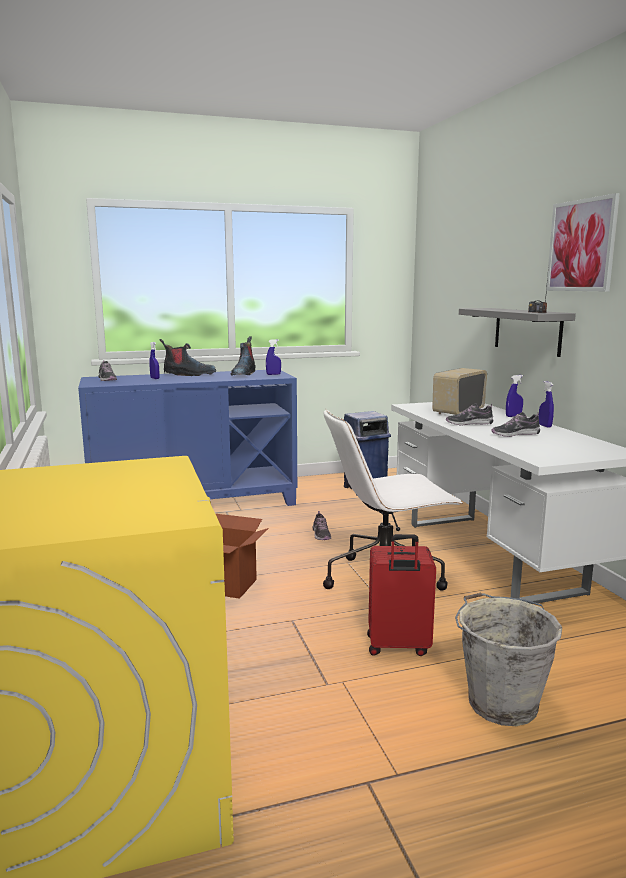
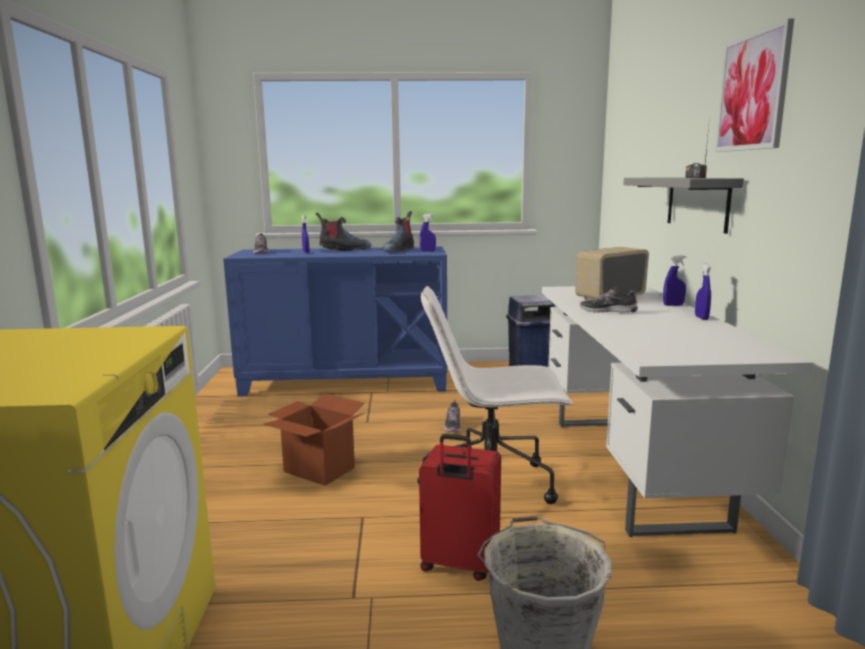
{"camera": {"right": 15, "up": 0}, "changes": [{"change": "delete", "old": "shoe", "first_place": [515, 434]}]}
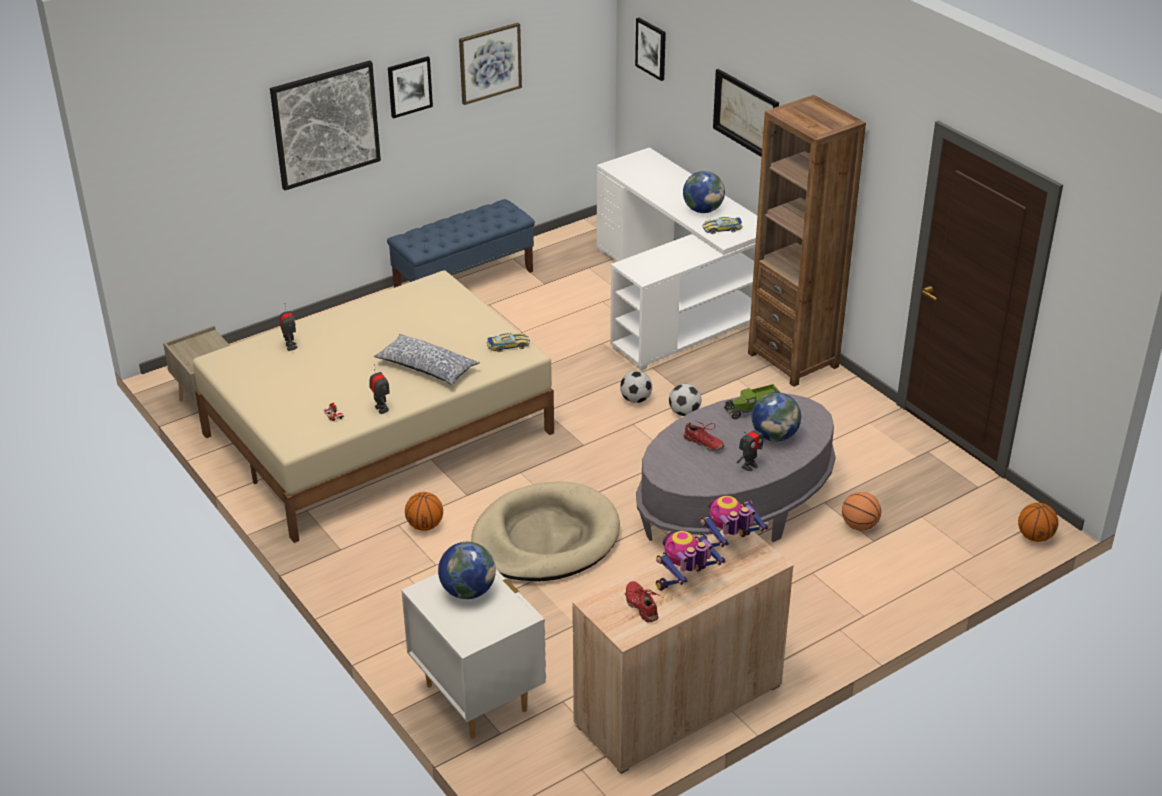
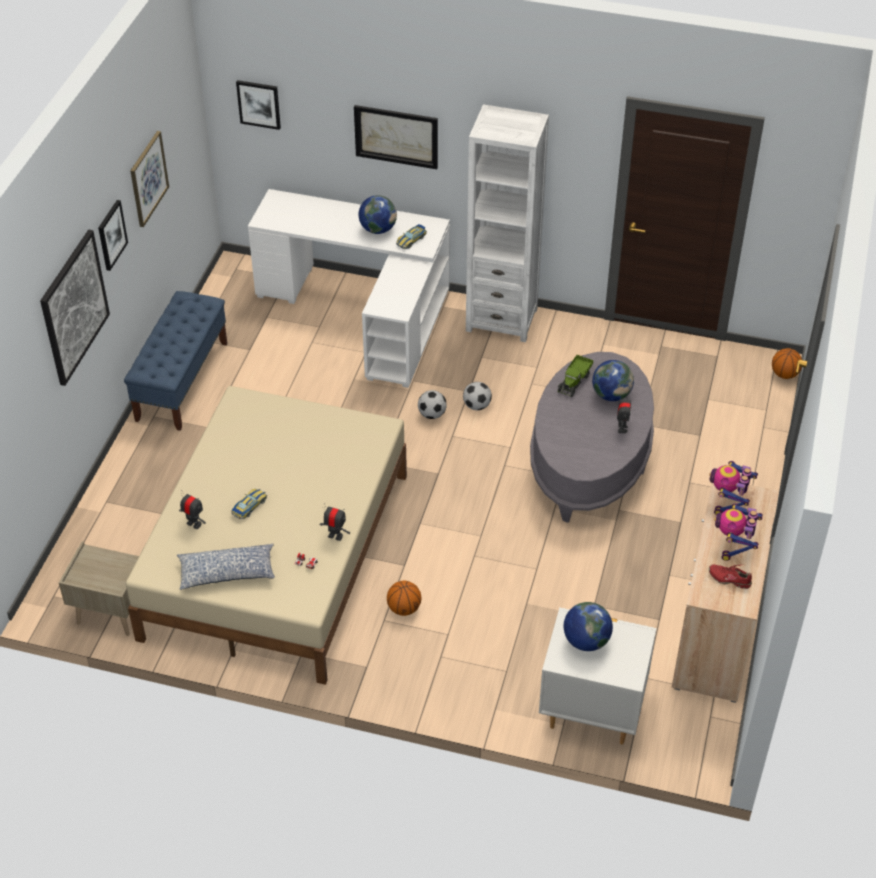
{"camera": {"right": -40, "up": 10}, "changes": [{"change": "recolor", "old": "bookcase (brown)", "new": "bookcase (white)", "first_place": [793, 360], "second_place": [501, 319]}, {"change": "move", "old": "toy car", "first_place": [508, 345], "second_place": [249, 506]}, {"change": "move", "old": "pillow", "first_place": [426, 368], "second_place": [227, 573]}, {"change": "delete", "old": "shoe (red)", "first_place": [703, 443]}, {"change": "delete", "old": "dog bed (beige)", "first_place": [545, 538]}, {"change": "delete", "old": "basketball", "first_place": [859, 526]}]}
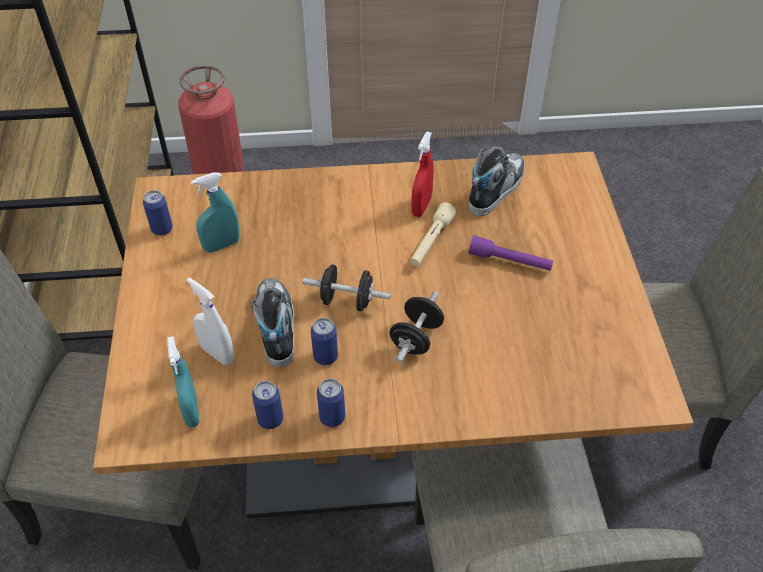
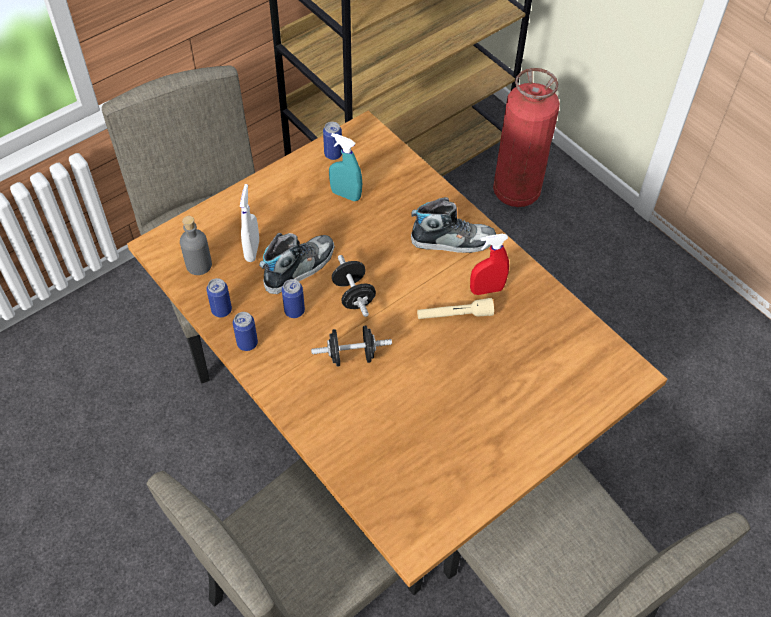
{"camera": {"right": 55, "up": 5}, "changes": [{"change": "move", "old": "shoe", "first_place": [495, 188], "second_place": [452, 240]}, {"change": "delete", "old": "flashlight (purple)", "first_place": [510, 261]}, {"change": "replace", "old": "spray bottle (turquoise)", "new": "bottle (grey)", "first_place": [191, 411], "second_place": [199, 265]}]}
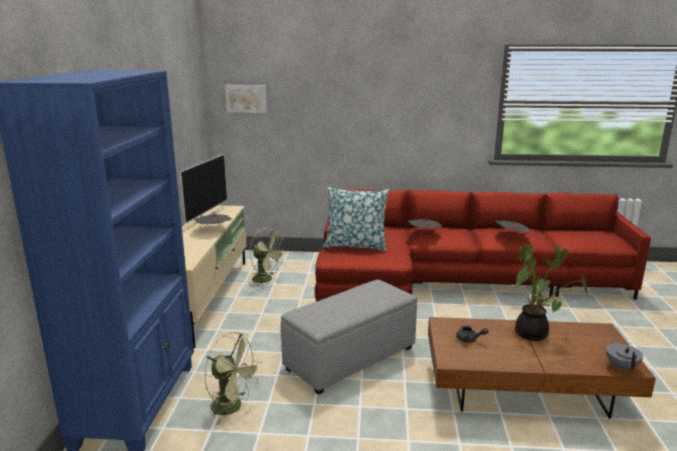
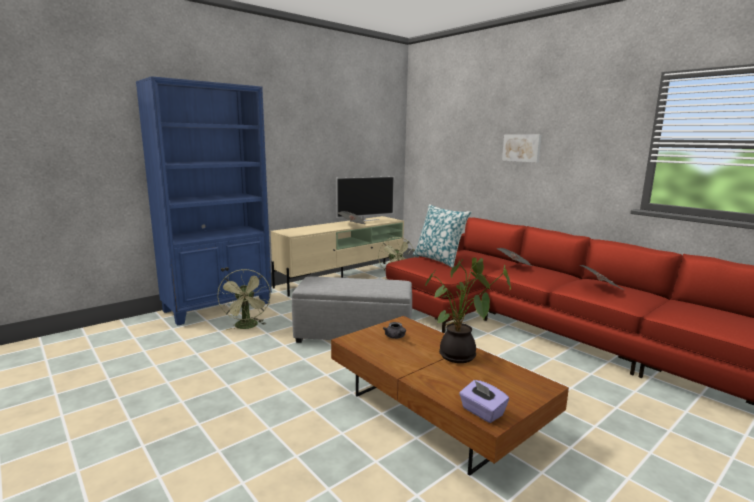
{"camera": {"right": 45, "up": -5}, "changes": [{"change": "move", "old": "picture", "first_place": [246, 98], "second_place": [522, 148]}, {"change": "replace", "old": "teapot (grey)", "new": "tissue box (purple)", "first_place": [621, 366], "second_place": [482, 412]}]}
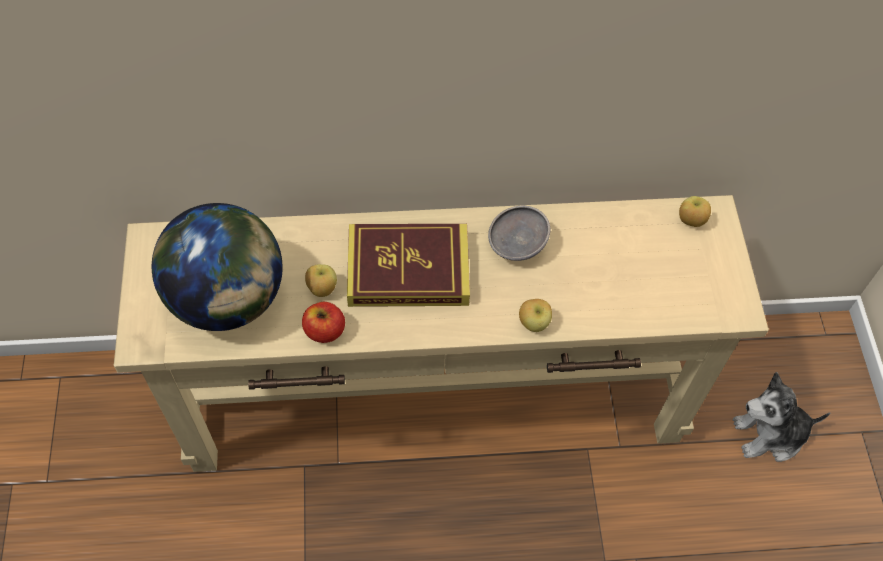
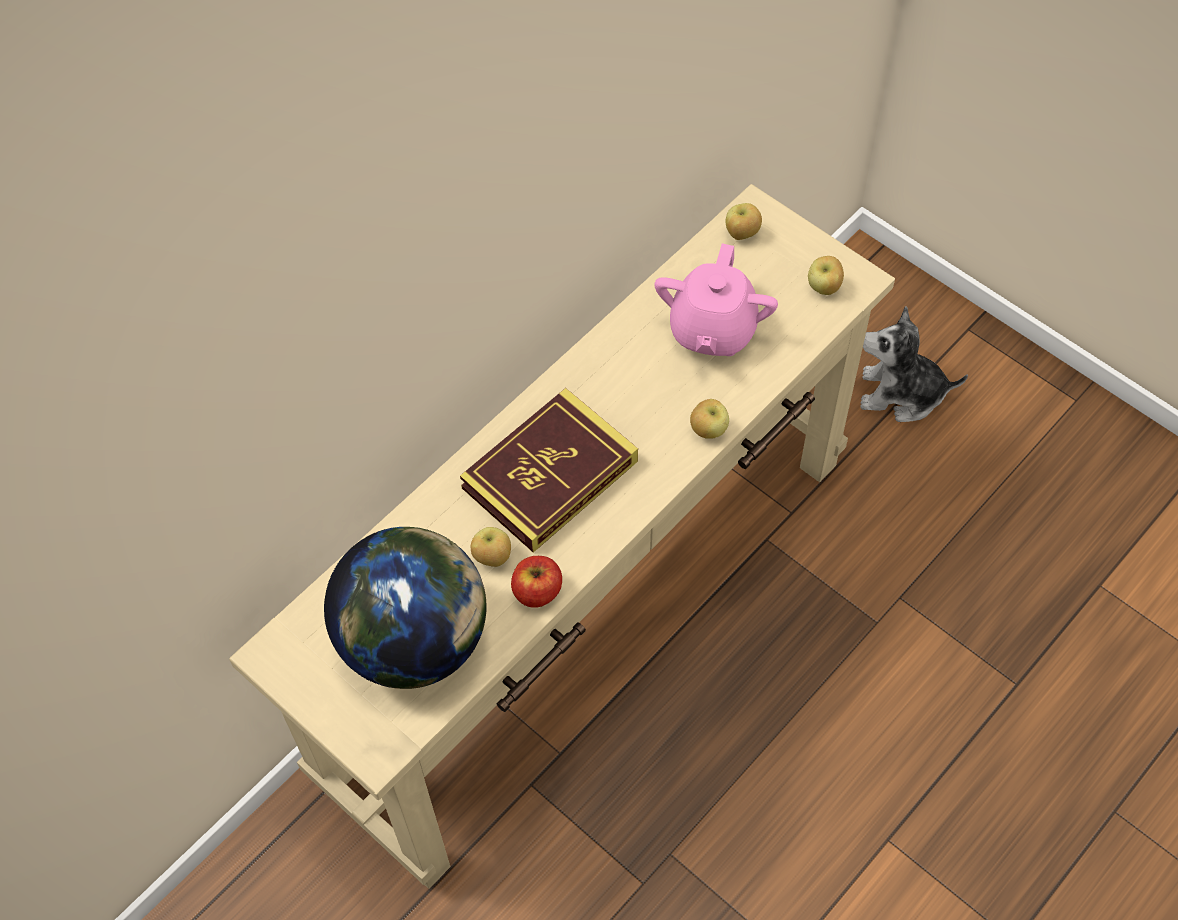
{"camera": {"right": -40, "up": 0}, "changes": [{"change": "delete", "old": "bowl (grey)", "first_place": [516, 244]}, {"change": "rotate", "old": "plush toy", "first_place": [770, 434], "second_place": [901, 394], "degrees": 60}, {"change": "insert", "new": "teapot (pink)", "second_place": [712, 330]}, {"change": "insert", "new": "apple", "second_place": [824, 288]}]}
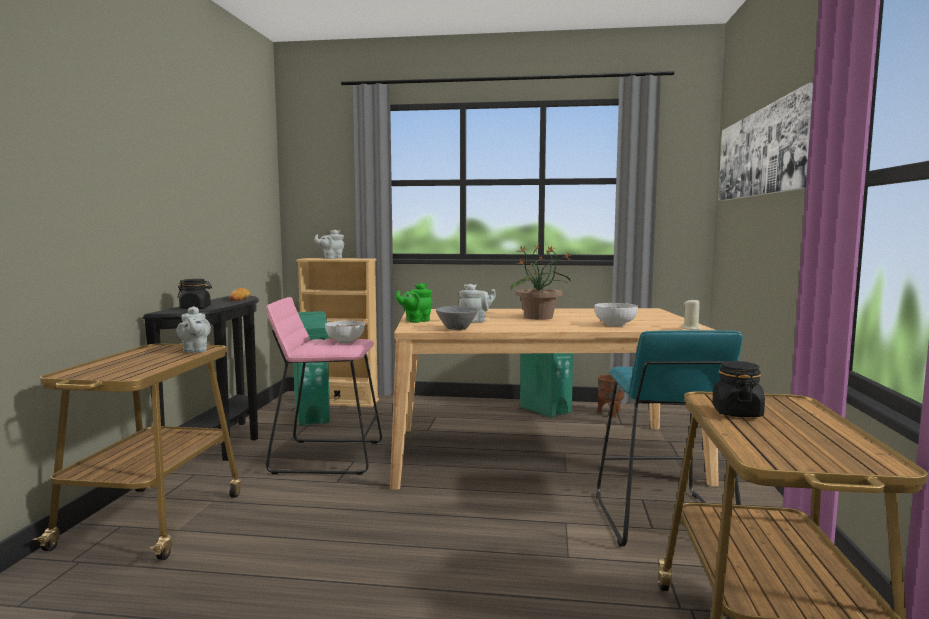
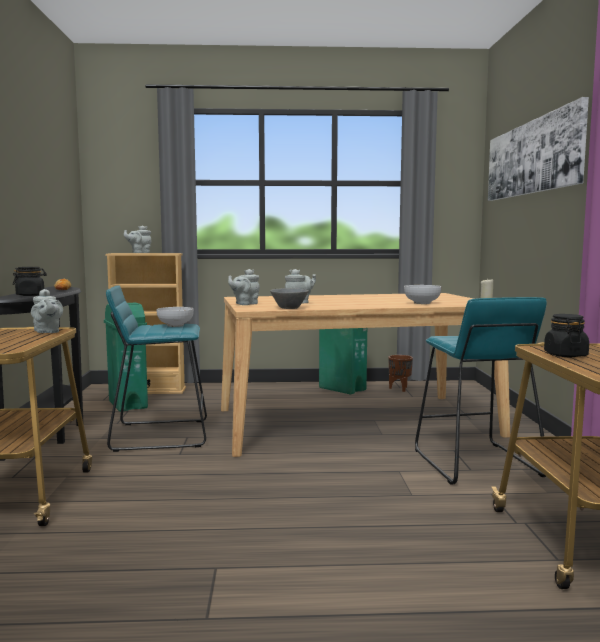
{"camera": {"right": -10, "up": 0}, "changes": [{"change": "delete", "old": "potted plant", "first_place": [539, 317]}, {"change": "recolor", "old": "teapot (green)", "new": "teapot (grey)", "first_place": [416, 321], "second_place": [245, 304]}, {"change": "recolor", "old": "stool (pink)", "new": "stool (turquoise)", "first_place": [328, 456], "second_place": [160, 435]}]}
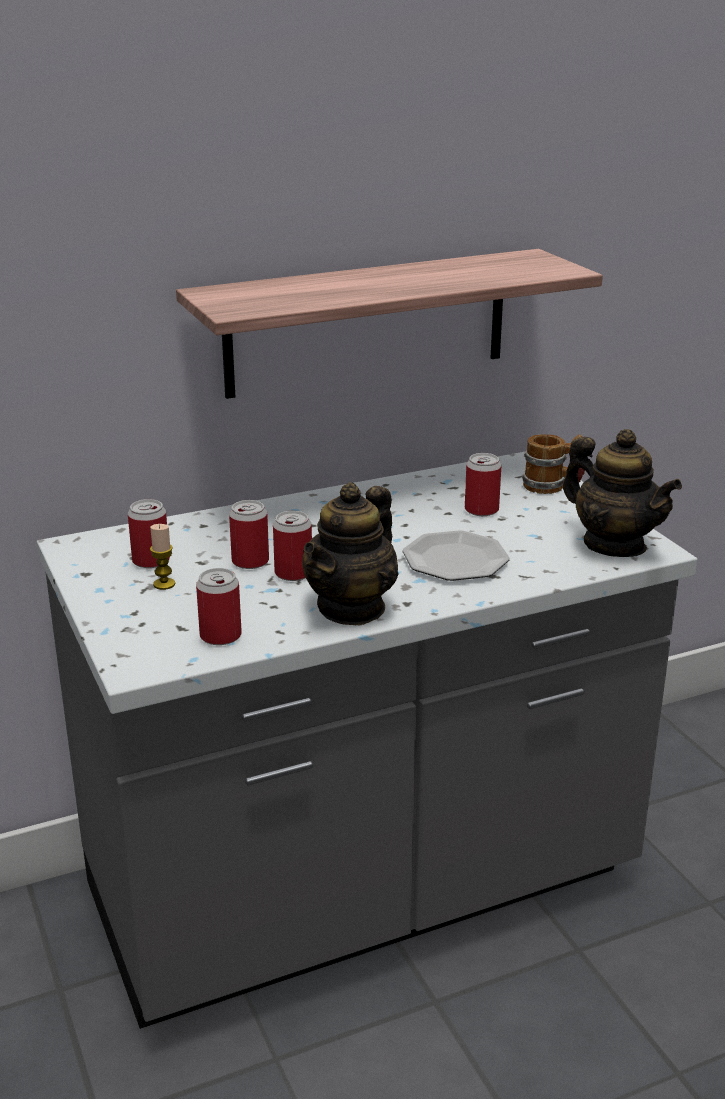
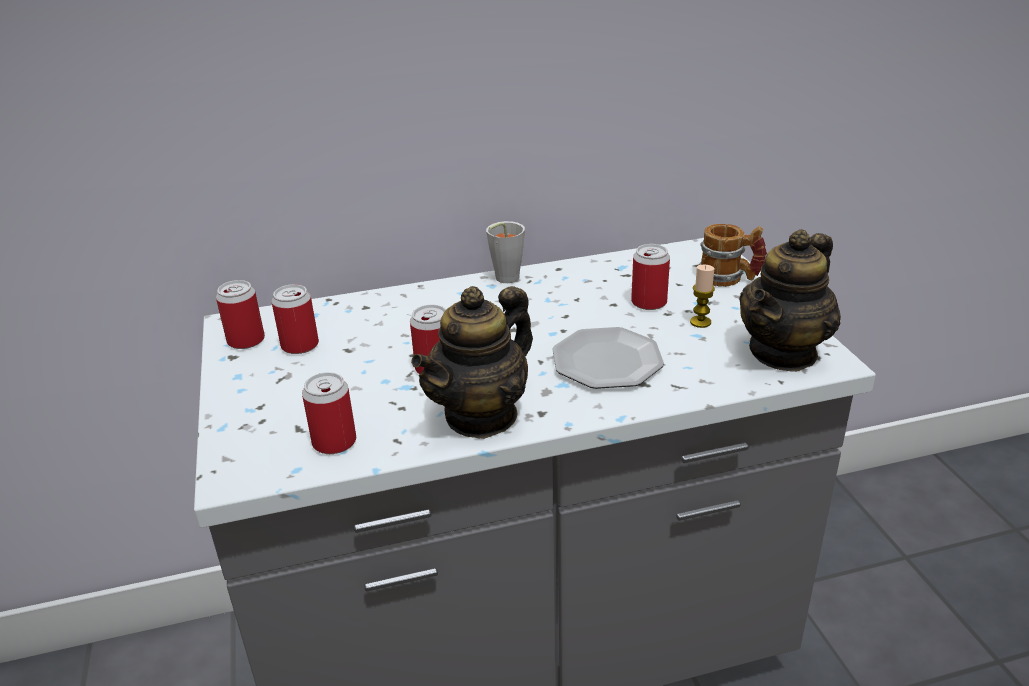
{"camera": {"right": 10, "up": 5}, "changes": [{"change": "delete", "old": "shelf", "first_place": [367, 323]}, {"change": "rotate", "old": "teapot", "first_place": [614, 545], "second_place": [783, 352], "degrees": 75}, {"change": "move", "old": "can", "first_place": [250, 561], "second_place": [246, 340]}, {"change": "move", "old": "candle", "first_place": [164, 584], "second_place": [700, 322]}, {"change": "insert", "new": "cup (grey)", "second_place": [503, 280]}]}
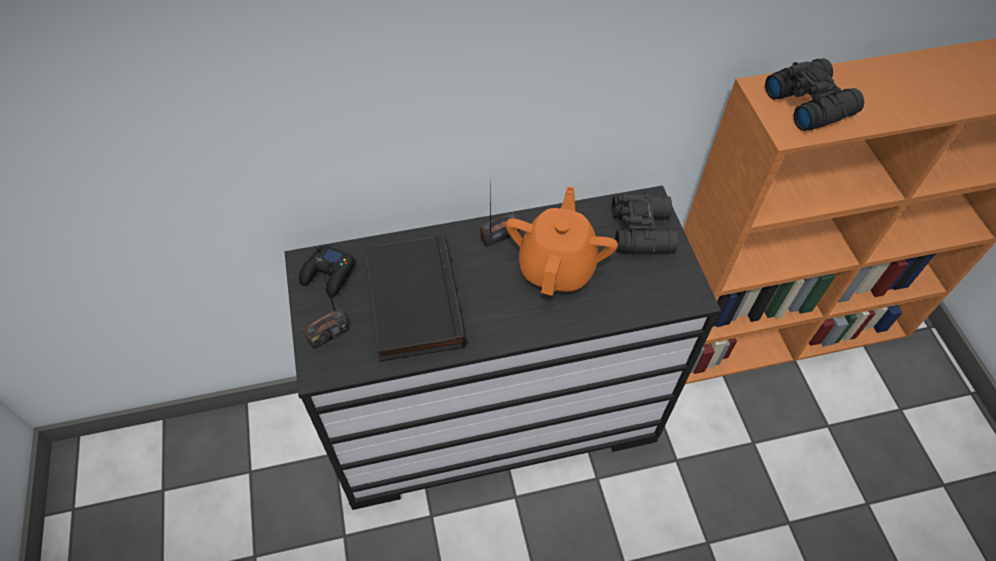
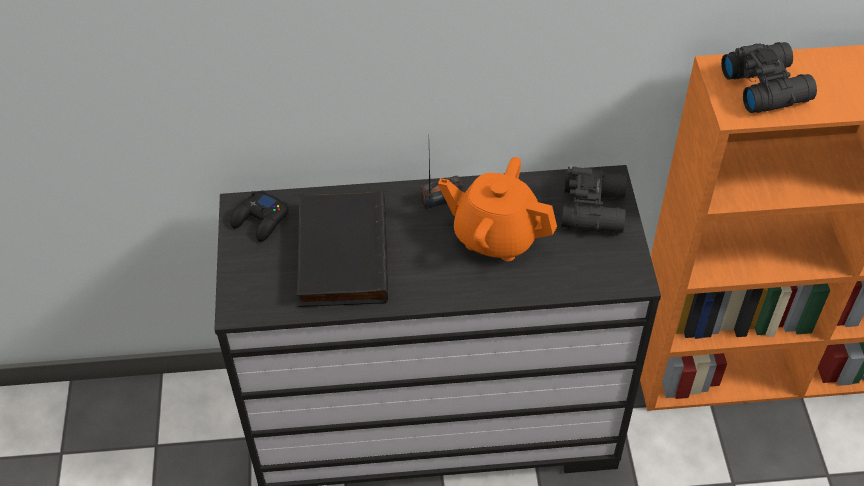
{"camera": {"right": 10, "up": -5}, "changes": [{"change": "rotate", "old": "teapot (orange)", "first_place": [557, 267], "second_place": [495, 236], "degrees": -90}, {"change": "delete", "old": "radio", "first_place": [328, 334]}]}
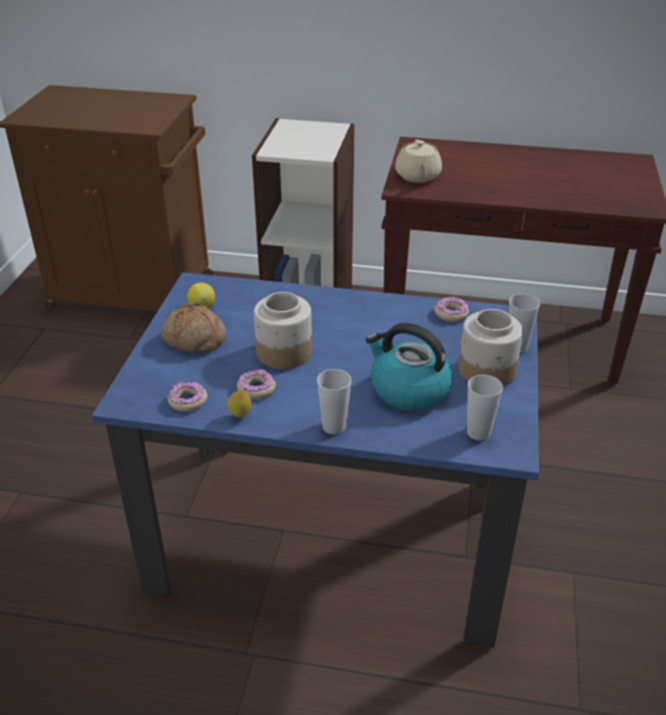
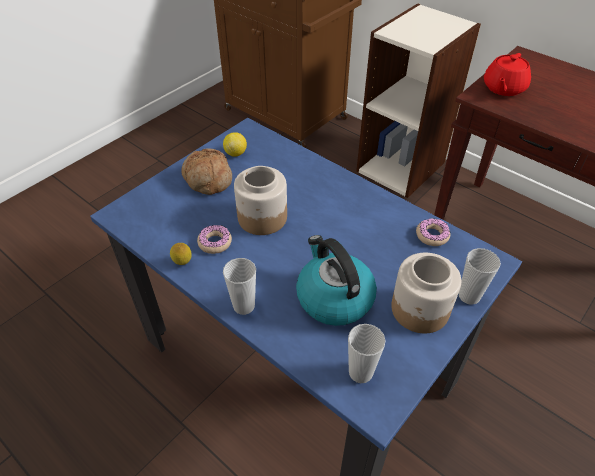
{"camera": {"right": 30, "up": 10}, "changes": [{"change": "recolor", "old": "teapot (beige)", "new": "teapot (red)", "first_place": [417, 176], "second_place": [503, 88]}, {"change": "delete", "old": "donut", "first_place": [188, 401]}]}
